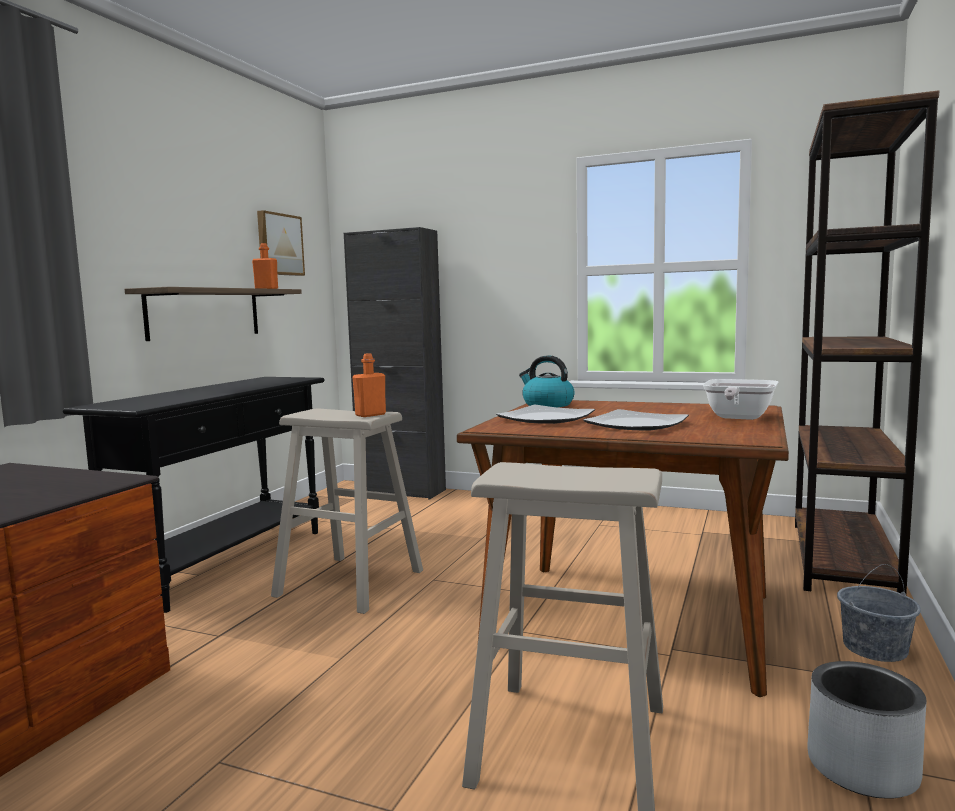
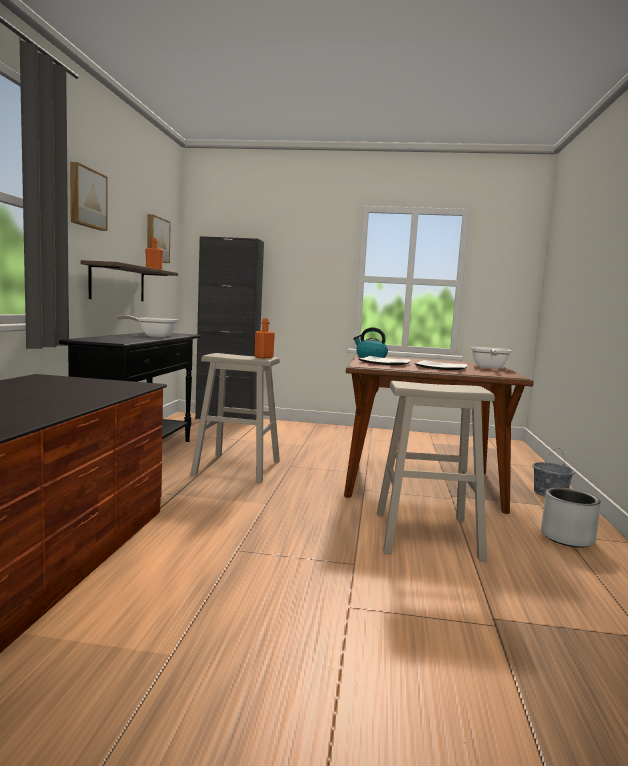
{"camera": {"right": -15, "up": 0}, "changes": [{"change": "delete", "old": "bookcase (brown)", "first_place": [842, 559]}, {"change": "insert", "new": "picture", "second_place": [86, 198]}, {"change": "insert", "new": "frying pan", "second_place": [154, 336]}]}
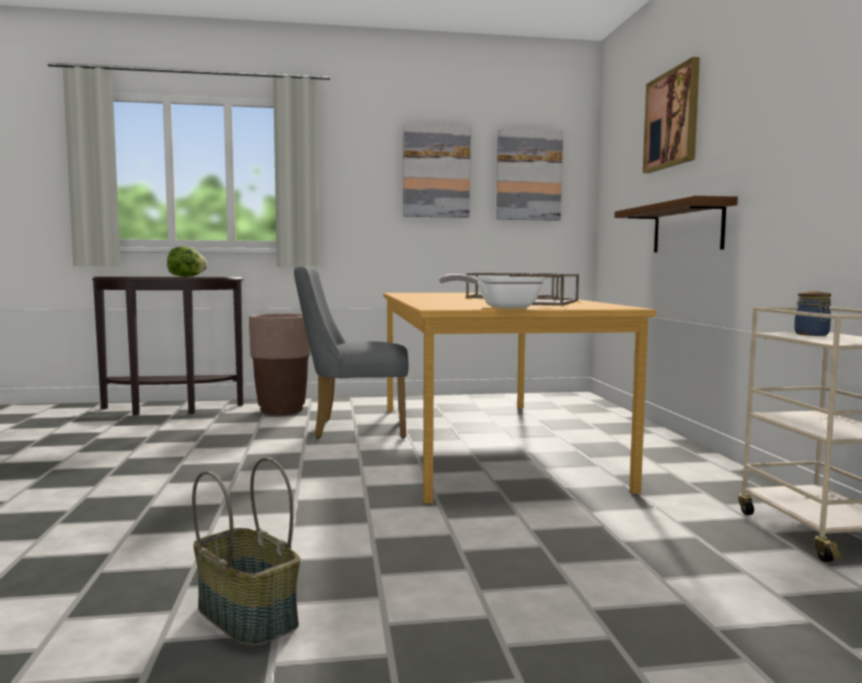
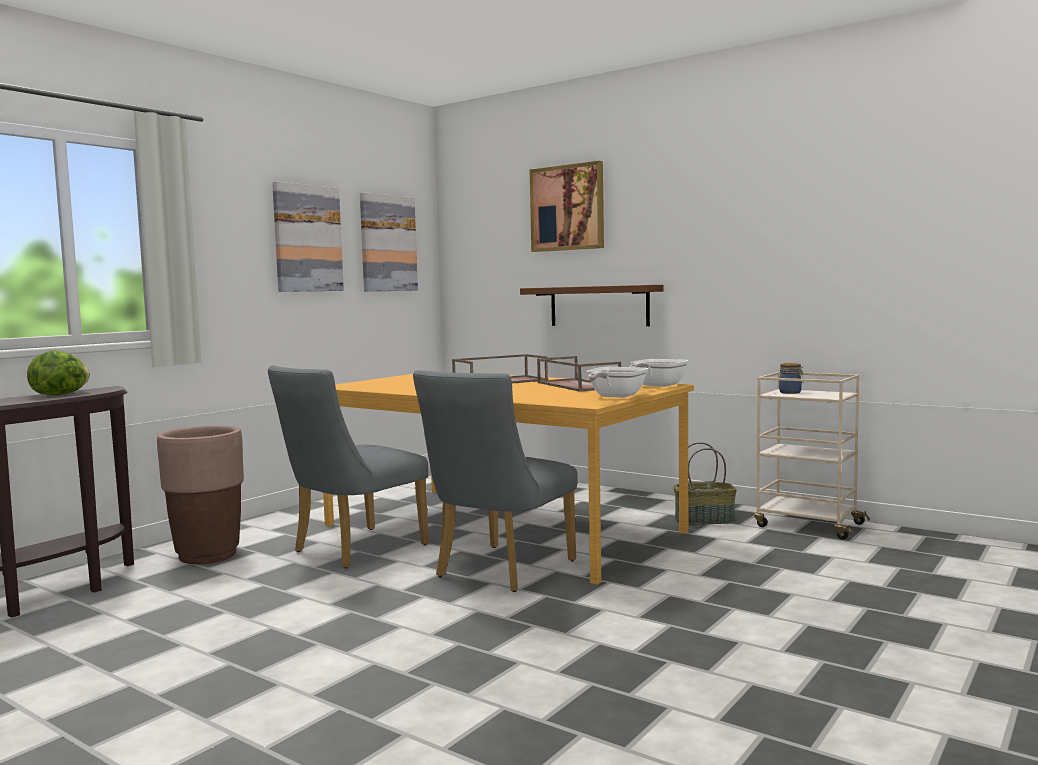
{"camera": {"right": -45, "up": 0}, "changes": [{"change": "move", "old": "basket", "first_place": [249, 616], "second_place": [705, 520]}, {"change": "insert", "new": "frying pan", "second_place": [656, 386]}, {"change": "insert", "new": "chair (grey)", "second_place": [499, 571]}]}
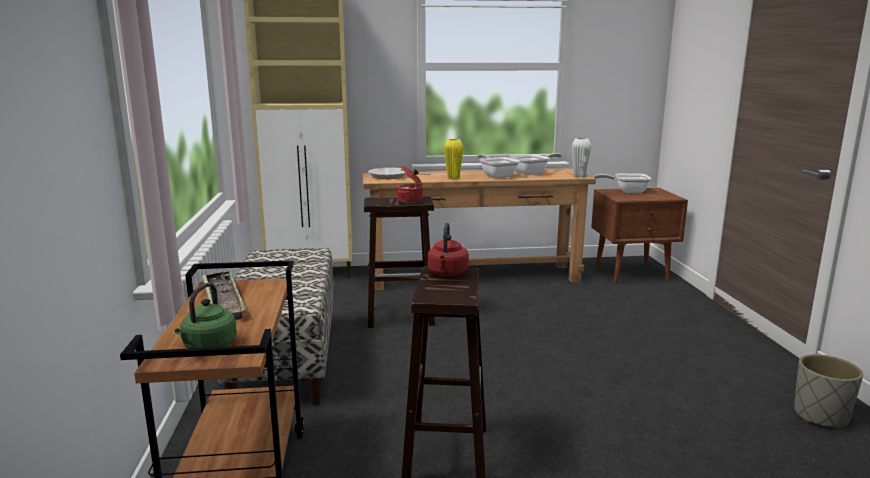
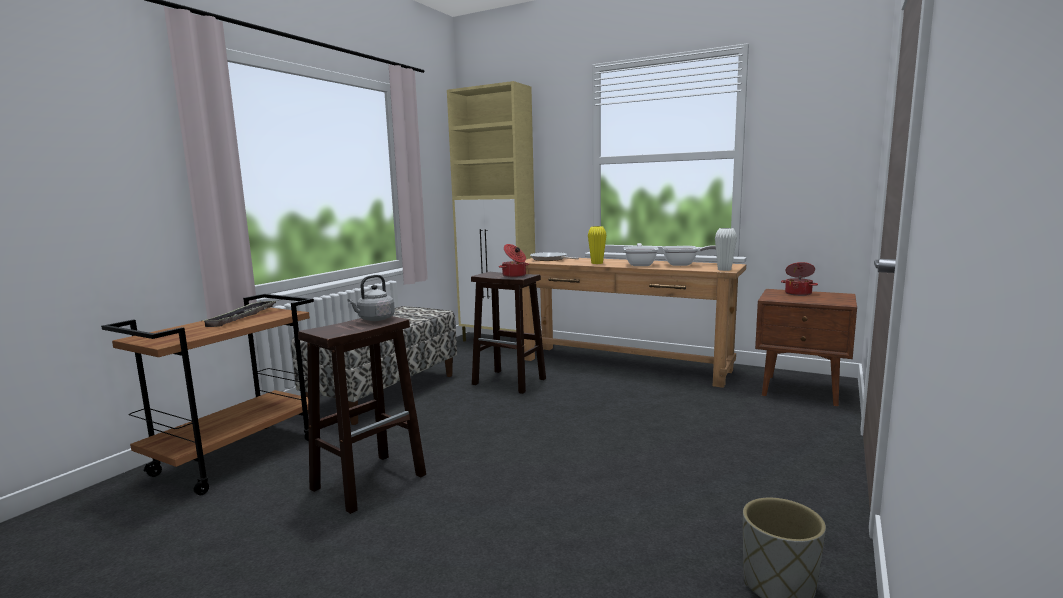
{"camera": {"right": 35, "up": -5}, "changes": [{"change": "replace", "old": "frying pan", "new": "cooking pot", "first_place": [627, 191], "second_place": [798, 293]}, {"change": "recolor", "old": "kettle (red)", "new": "kettle (grey)", "first_place": [447, 274], "second_place": [374, 319]}, {"change": "delete", "old": "kettle (green)", "first_place": [208, 347]}]}
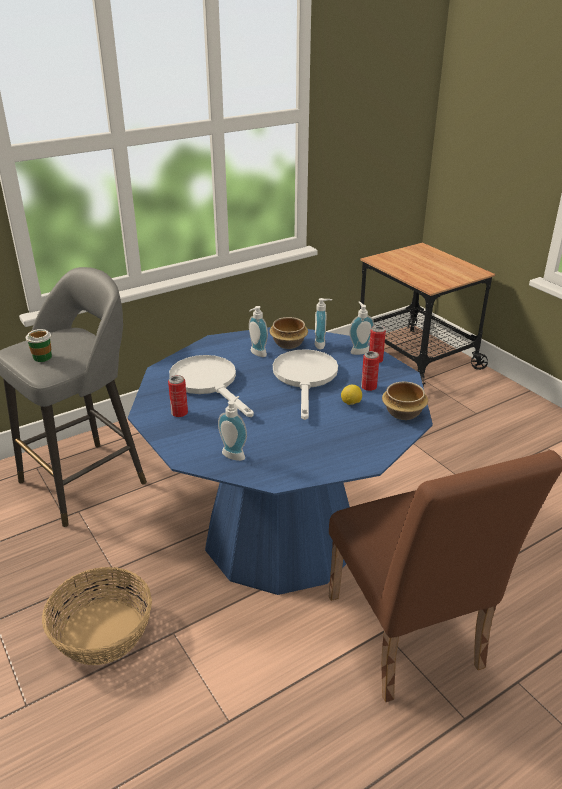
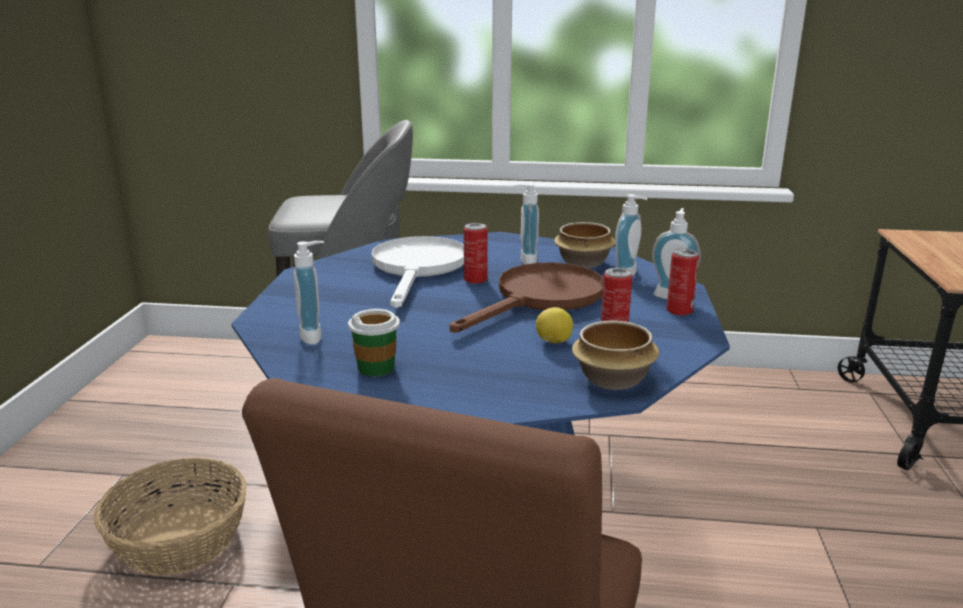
{"camera": {"right": 40, "up": -10}, "changes": [{"change": "move", "old": "cup", "first_place": [42, 357], "second_place": [376, 367]}, {"change": "recolor", "old": "frying pan (white)", "new": "frying pan (brown)", "first_place": [305, 378], "second_place": [541, 299]}, {"change": "move", "old": "can", "first_place": [179, 413], "second_place": [475, 280]}]}
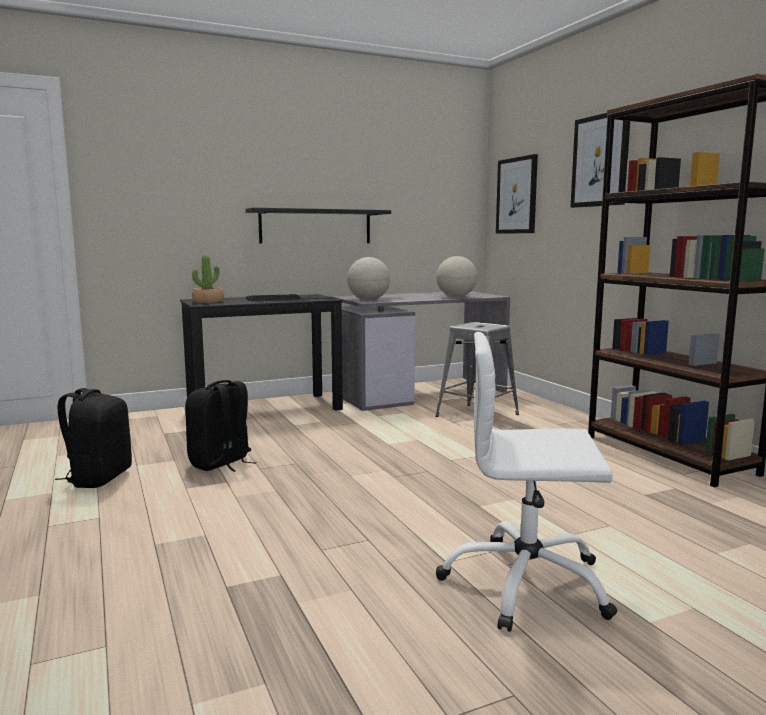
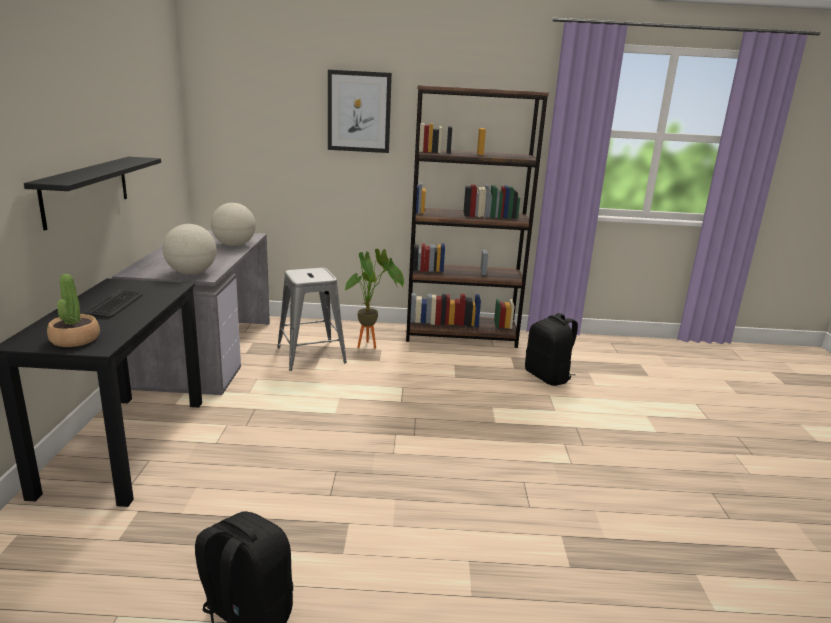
{"camera": {"right": -65, "up": 10}, "changes": [{"change": "delete", "old": "picture", "first_place": [517, 196]}, {"change": "delete", "old": "office chair (white)", "first_place": [526, 584]}, {"change": "move", "old": "backpack (black)", "first_place": [221, 463], "second_place": [548, 377]}, {"change": "insert", "new": "potted plant", "second_place": [372, 345]}]}
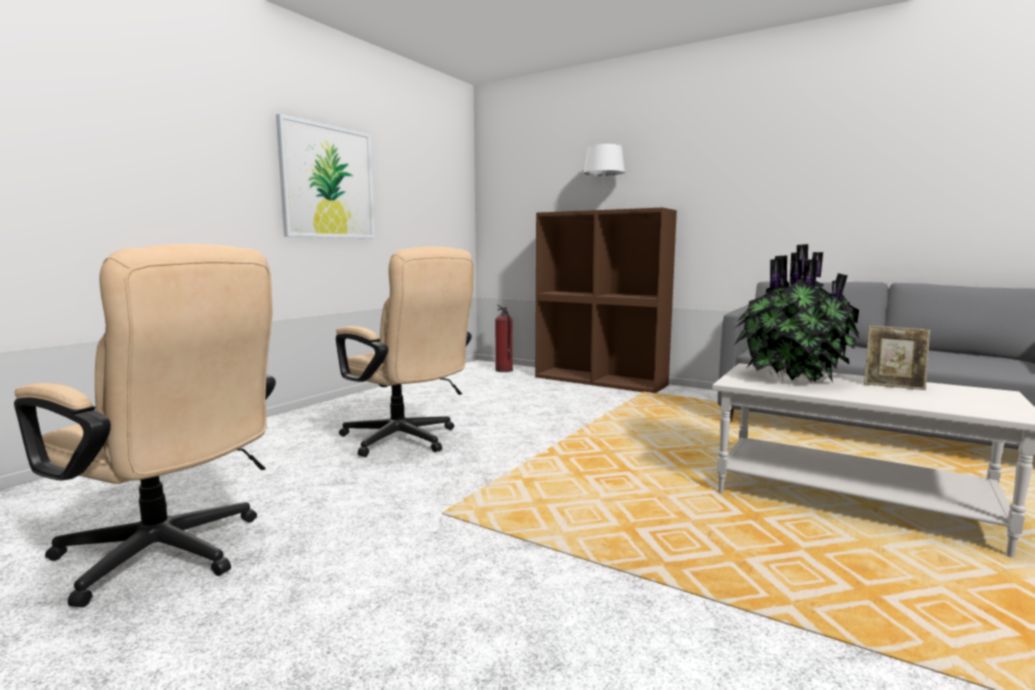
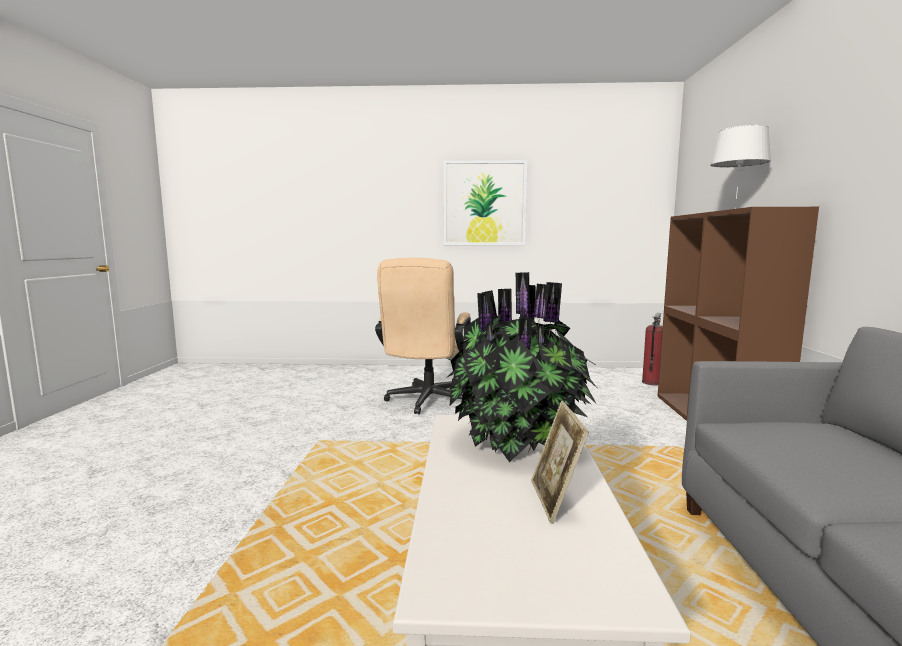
{"camera": {"right": 60, "up": 0}, "changes": [{"change": "delete", "old": "office chair (beige)", "first_place": [171, 556]}]}
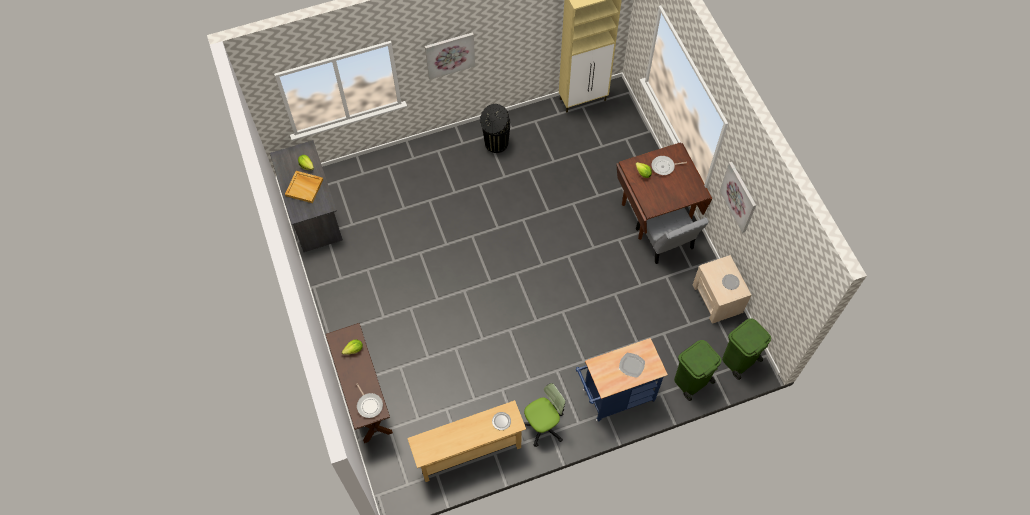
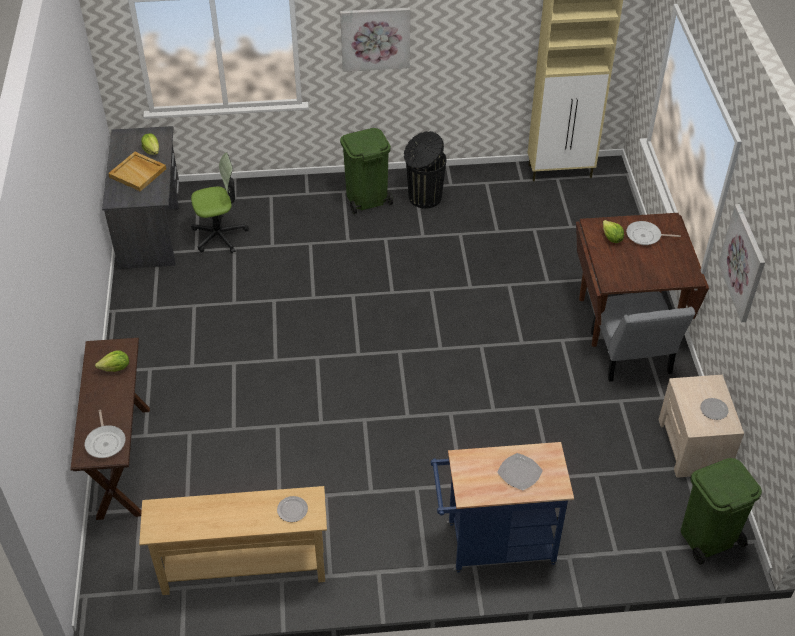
{"camera": {"right": 15, "up": -15}, "changes": [{"change": "move", "old": "trash can (green)", "first_place": [691, 381], "second_place": [366, 199]}, {"change": "move", "old": "office chair", "first_place": [543, 425], "second_place": [219, 235]}]}
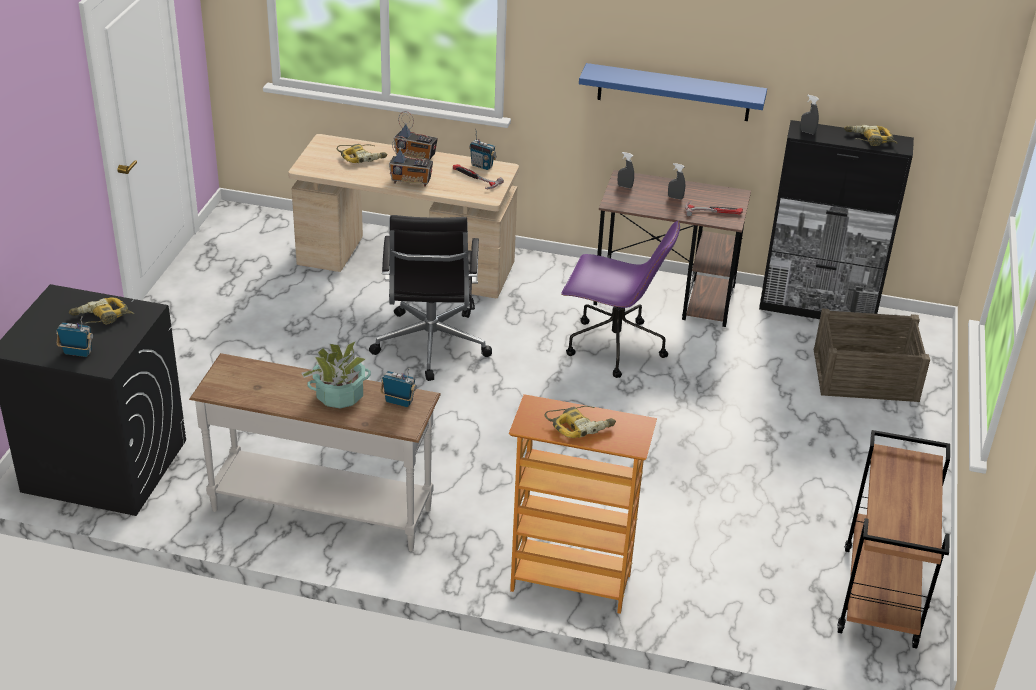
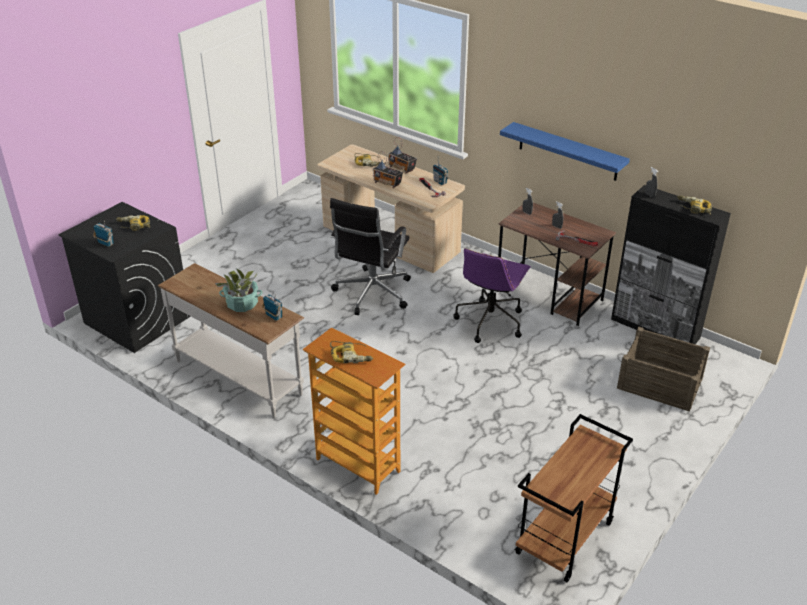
{"camera": {"right": 25, "up": 0}, "changes": [{"change": "rotate", "old": "office chair (purple)", "first_place": [613, 347], "second_place": [490, 321], "degrees": 75}]}
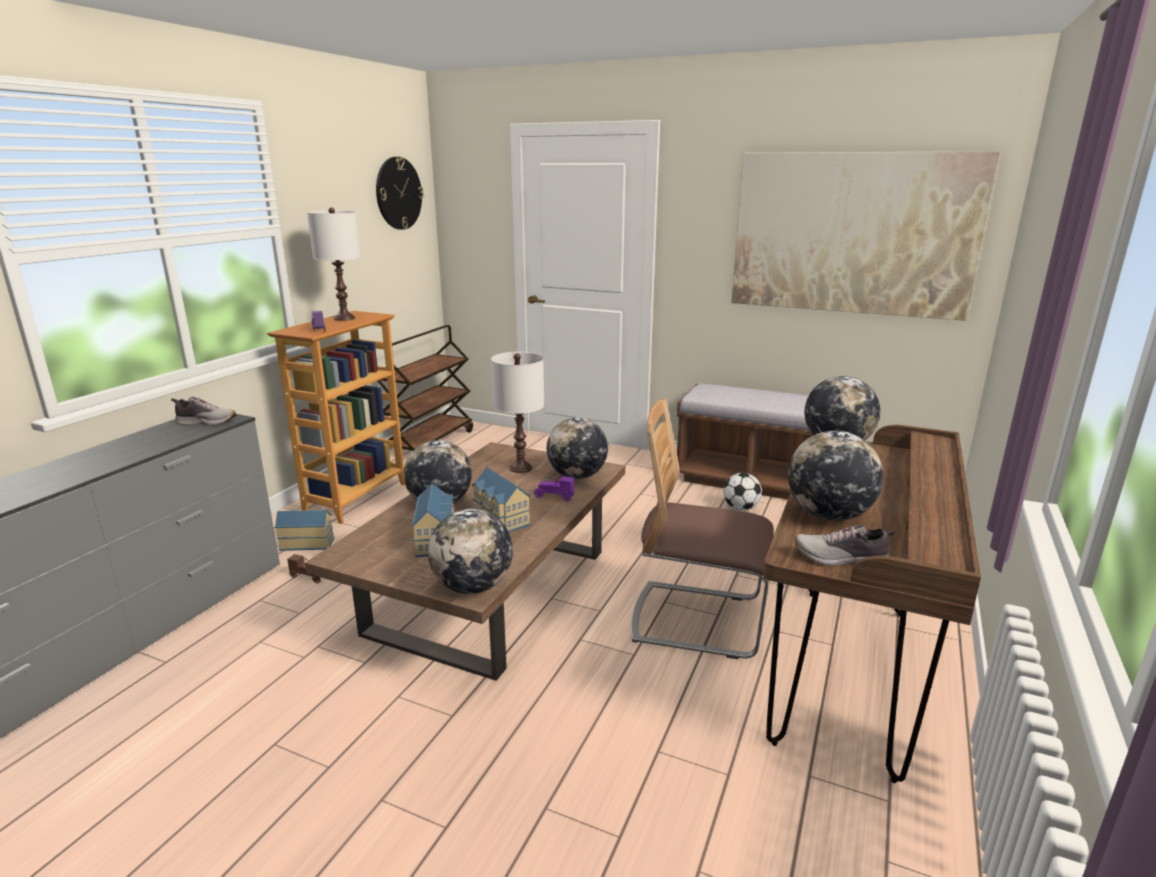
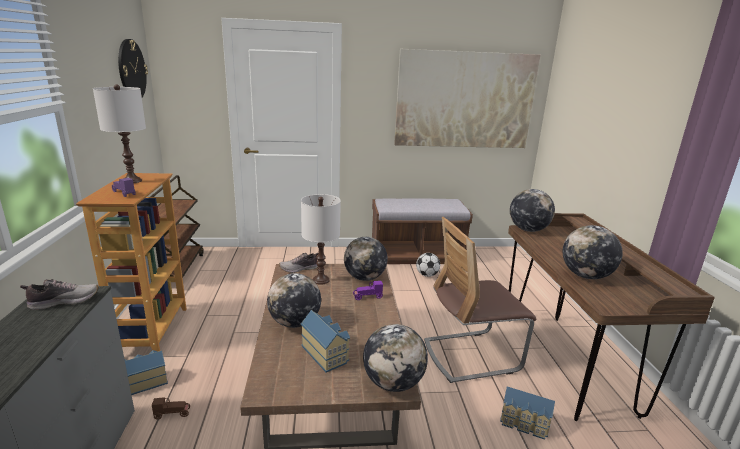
{"camera": {"right": -30, "up": 0}, "changes": [{"change": "move", "old": "toy house", "first_place": [500, 519], "second_place": [524, 423]}, {"change": "move", "old": "shoe", "first_place": [841, 559], "second_place": [299, 269]}]}
